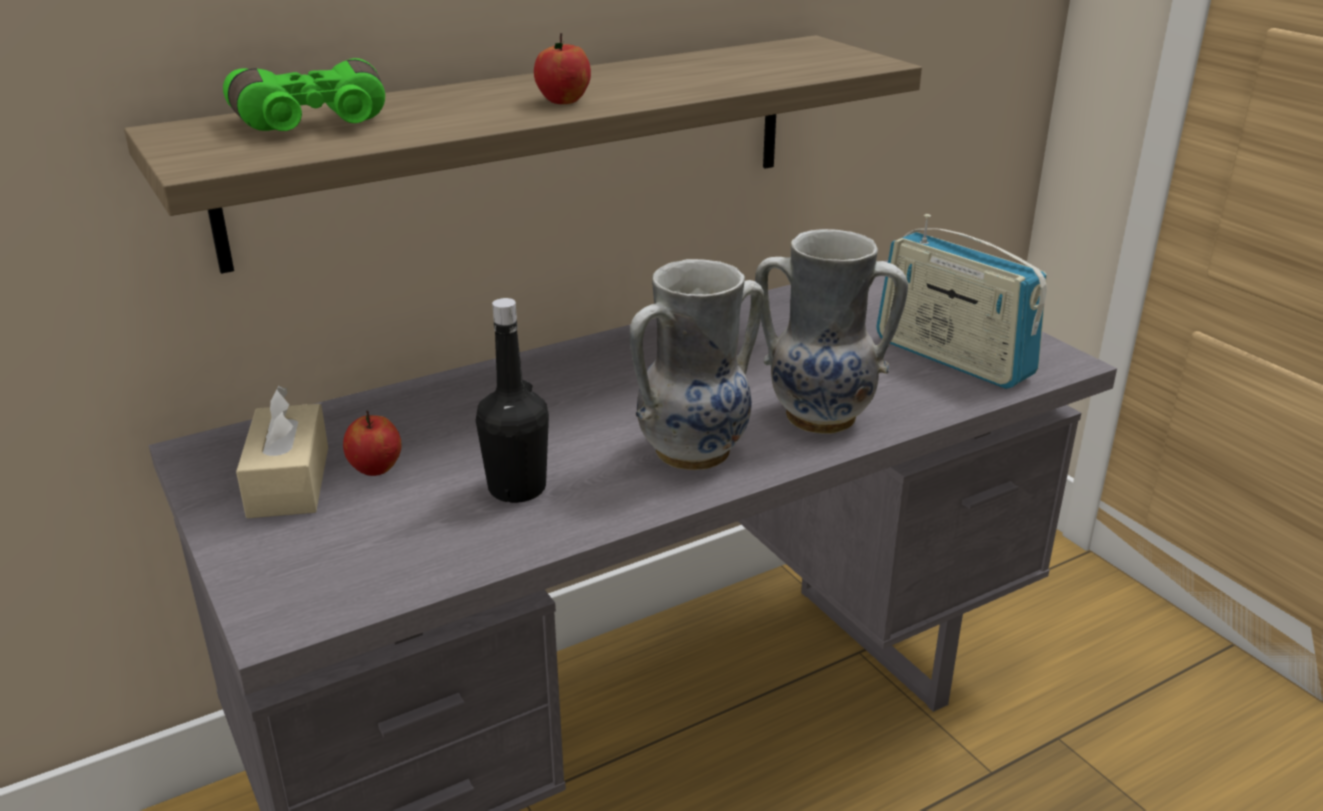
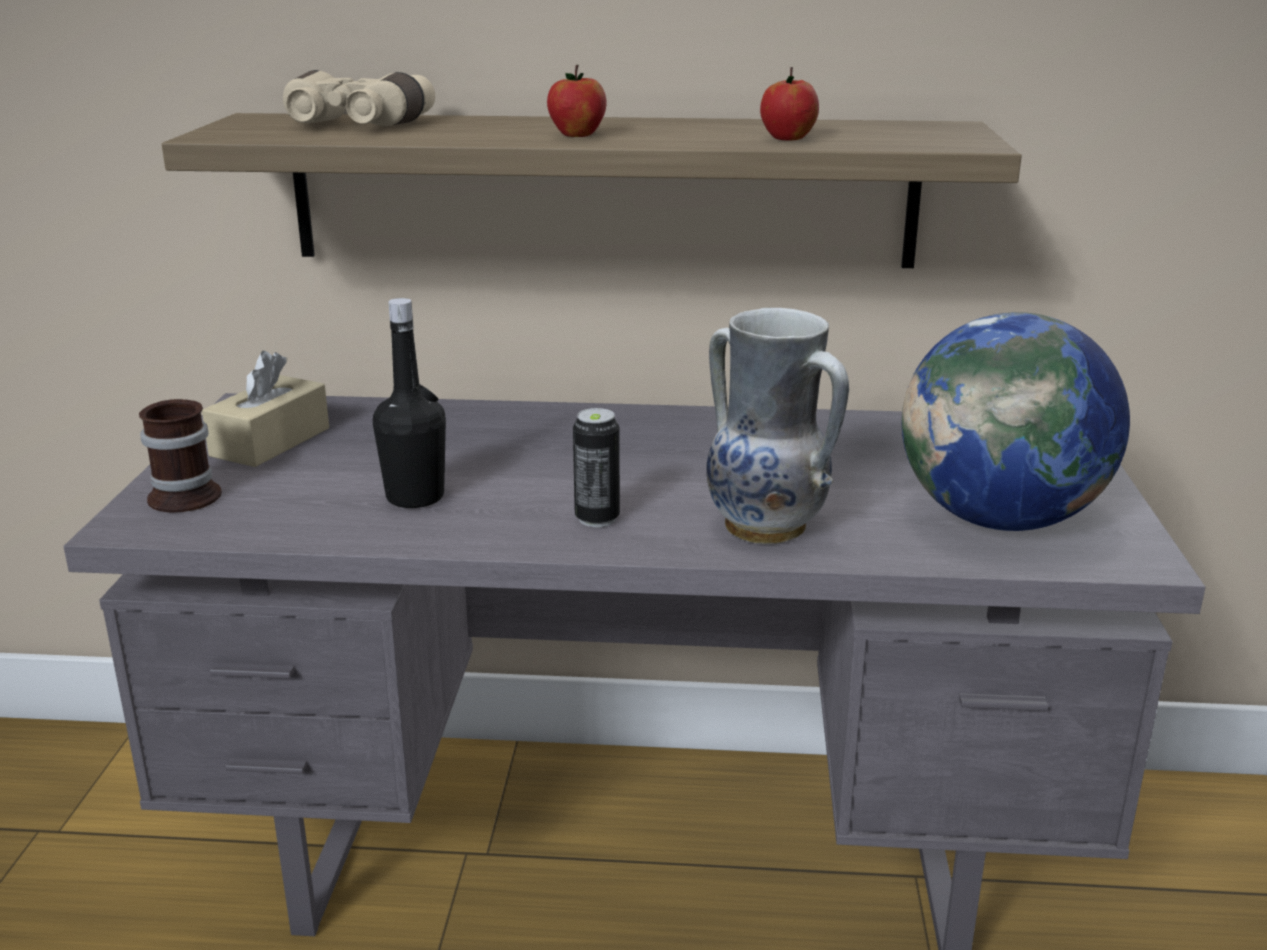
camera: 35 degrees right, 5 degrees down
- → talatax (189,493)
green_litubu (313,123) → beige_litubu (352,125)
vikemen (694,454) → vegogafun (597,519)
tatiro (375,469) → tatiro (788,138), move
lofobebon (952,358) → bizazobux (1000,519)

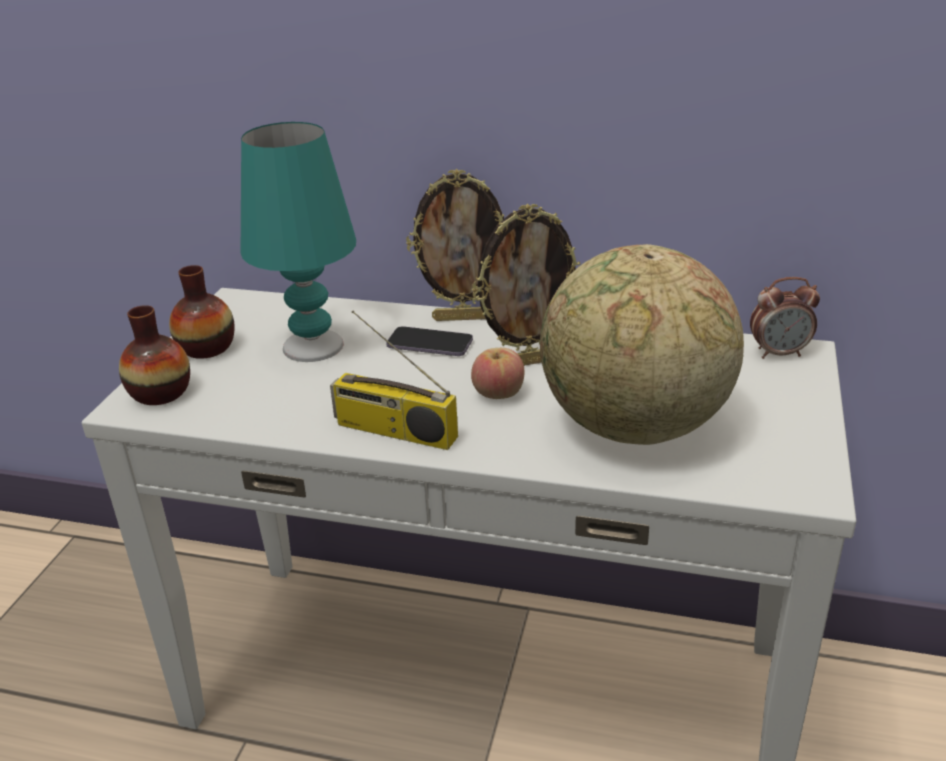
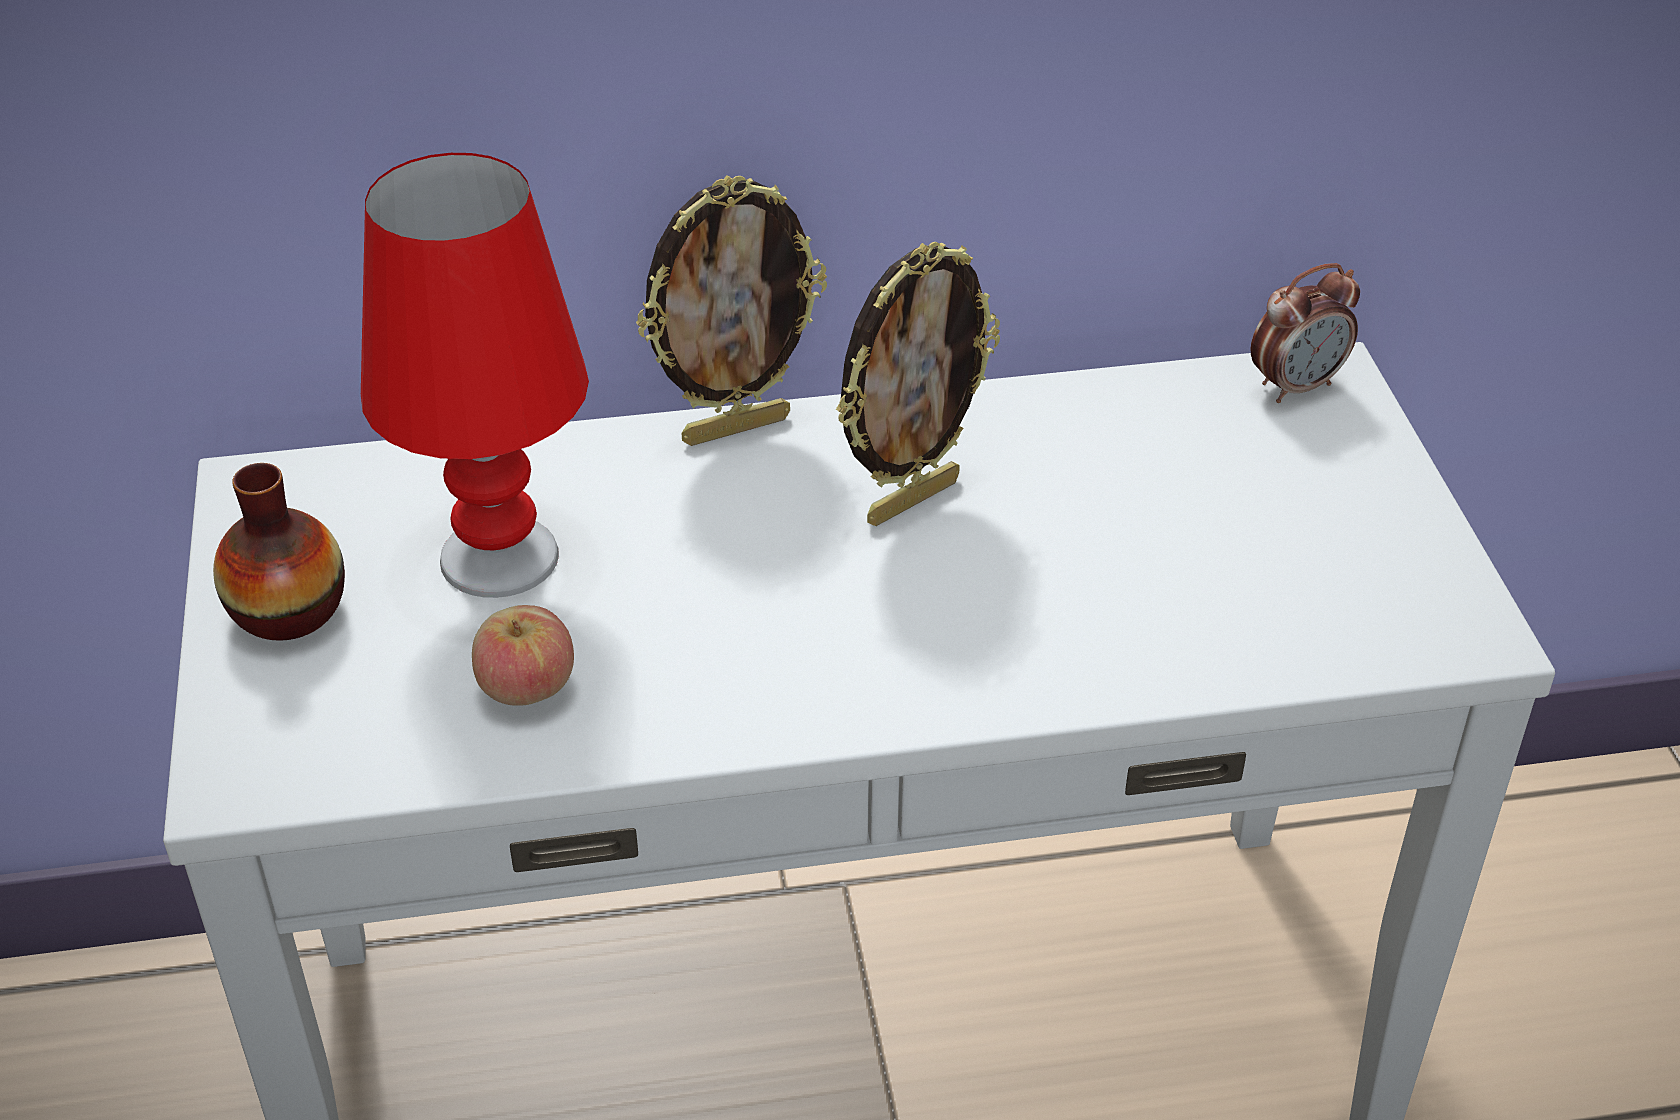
camera: 25 degrees left, 10 degrees up
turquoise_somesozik (312,346) → red_somesozik (498,558)
tatiro (498,393) → tatiro (526,688), move
vikemen (160,393) → -
lofobebon (393,431) → -
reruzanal (430,344) → -
bizazobux (633,427) → -

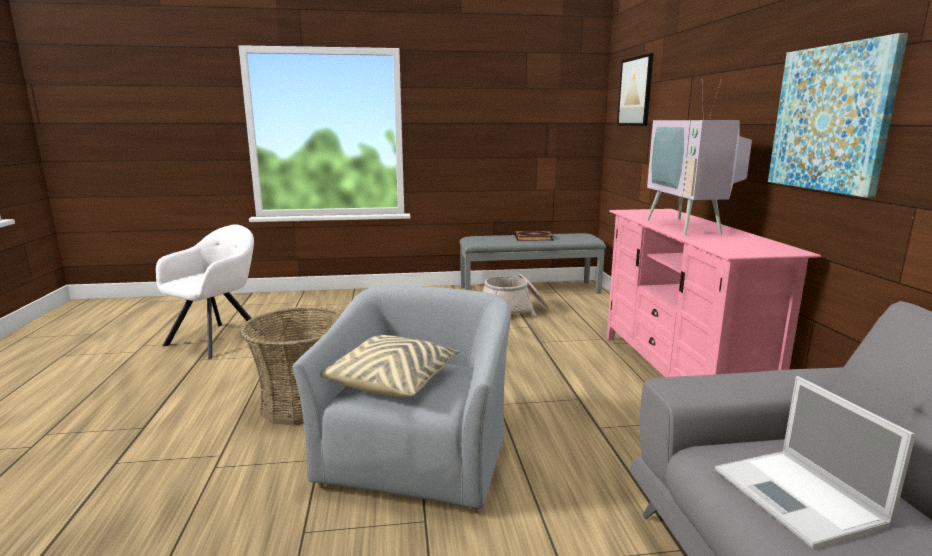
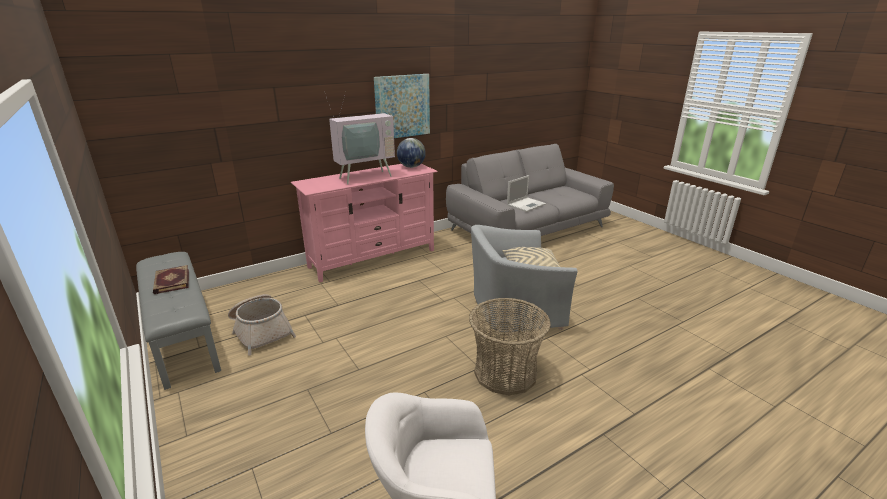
camera: 115 degrees left, 10 degrees up
- → bizazobux (411,167)
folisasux (635,92) → -

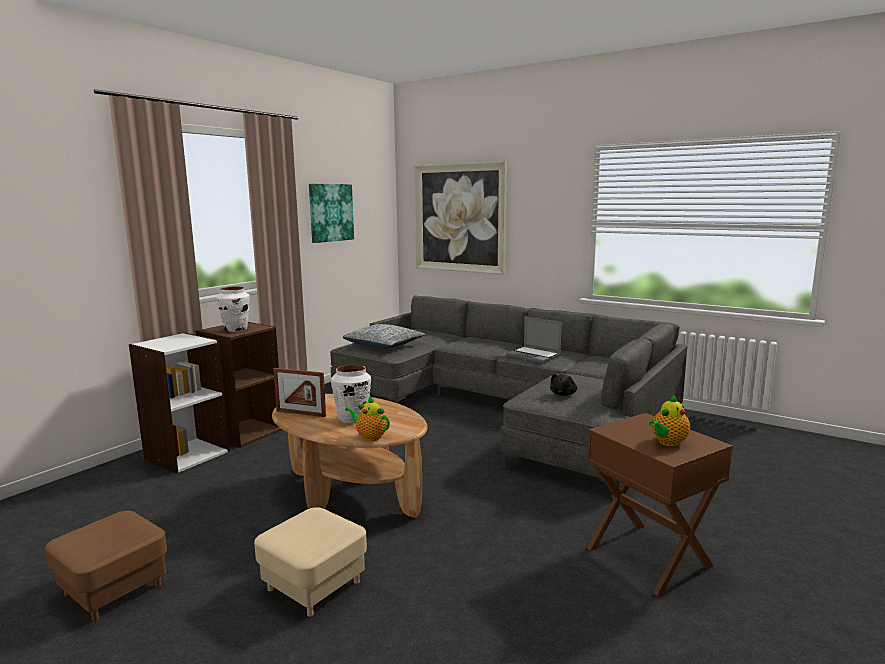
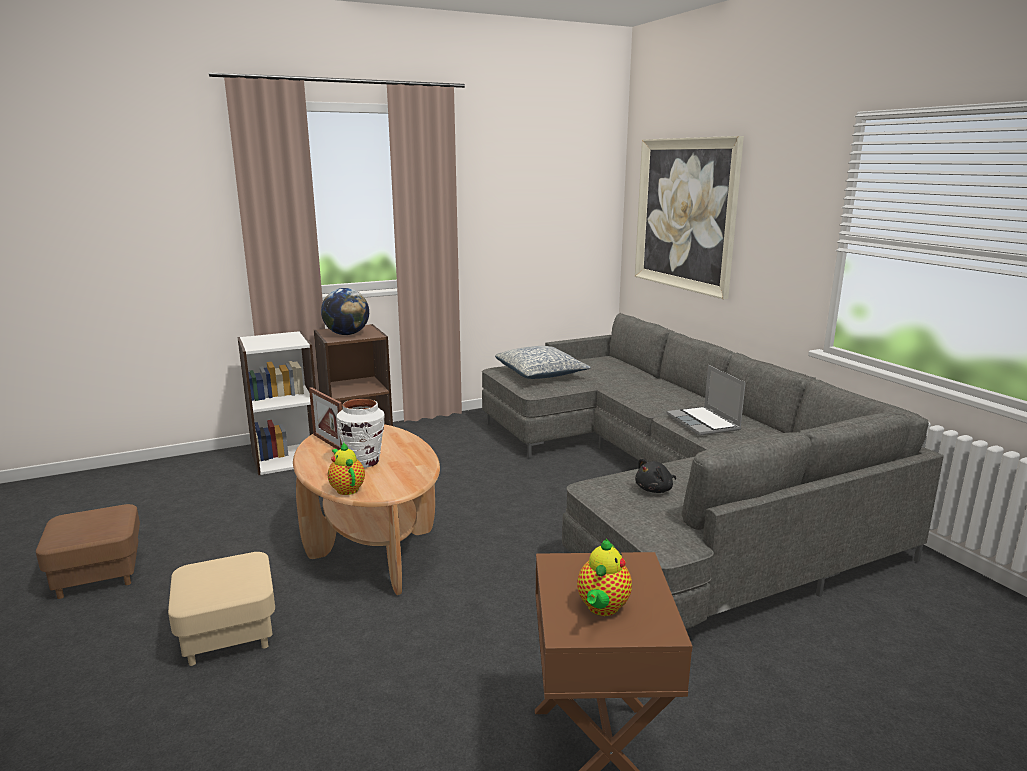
camera: 30 degrees right, 5 degrees up
white_vikemen (236,329) → bizazobux (347,334)
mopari (667,442) → mopari (602,608), 60 degrees counterclockwise
folisasux (330,212) → -

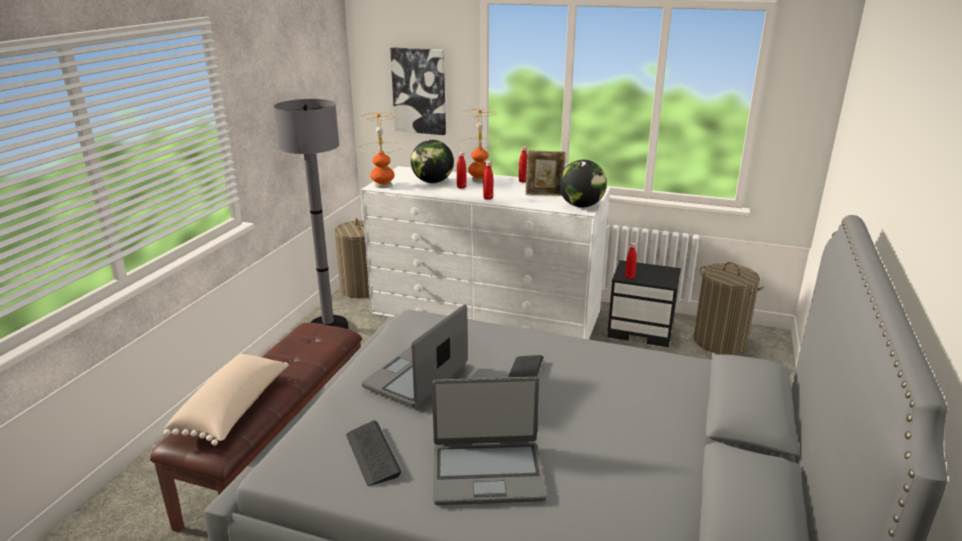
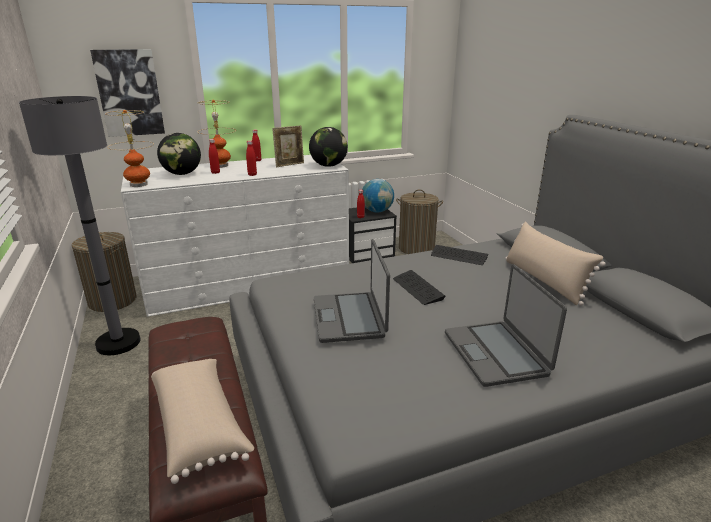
camera: 40 degrees left, 0 degrees up
- → bizazobux (377,211)
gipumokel (372,454) → gipumokel (459,256), move
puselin (487,473) → puselin (496,353), 120 degrees clockwise
- → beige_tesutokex (544,281)

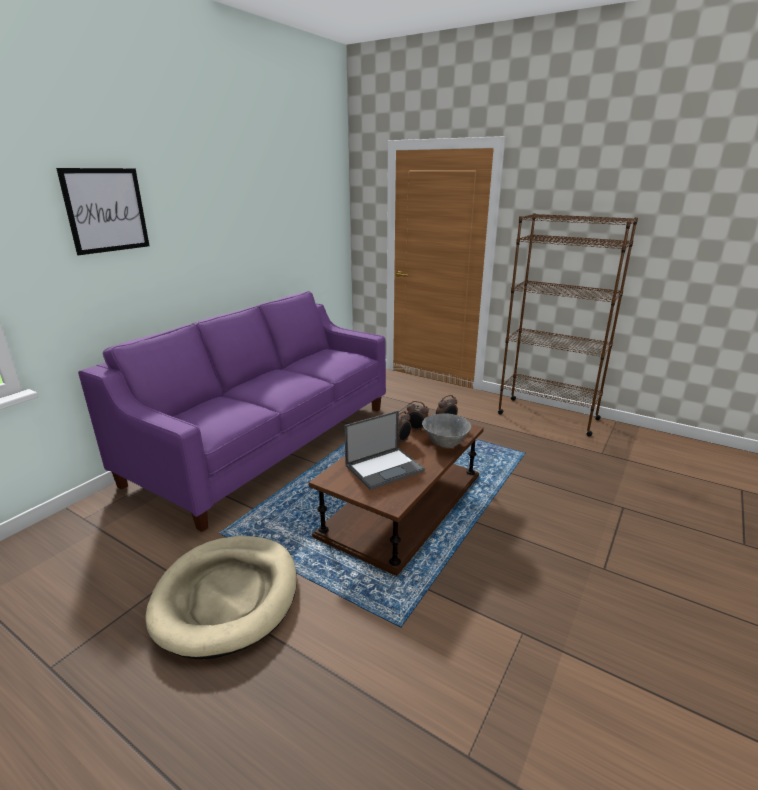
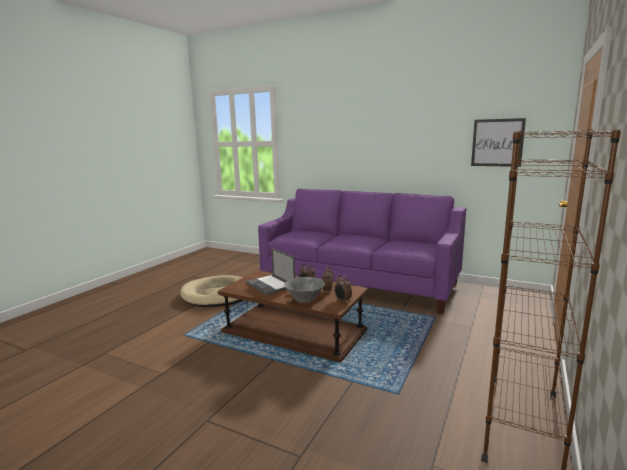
camera: 85 degrees right, 10 degrees down
folisasux (106,210) → folisasux (497,142), move

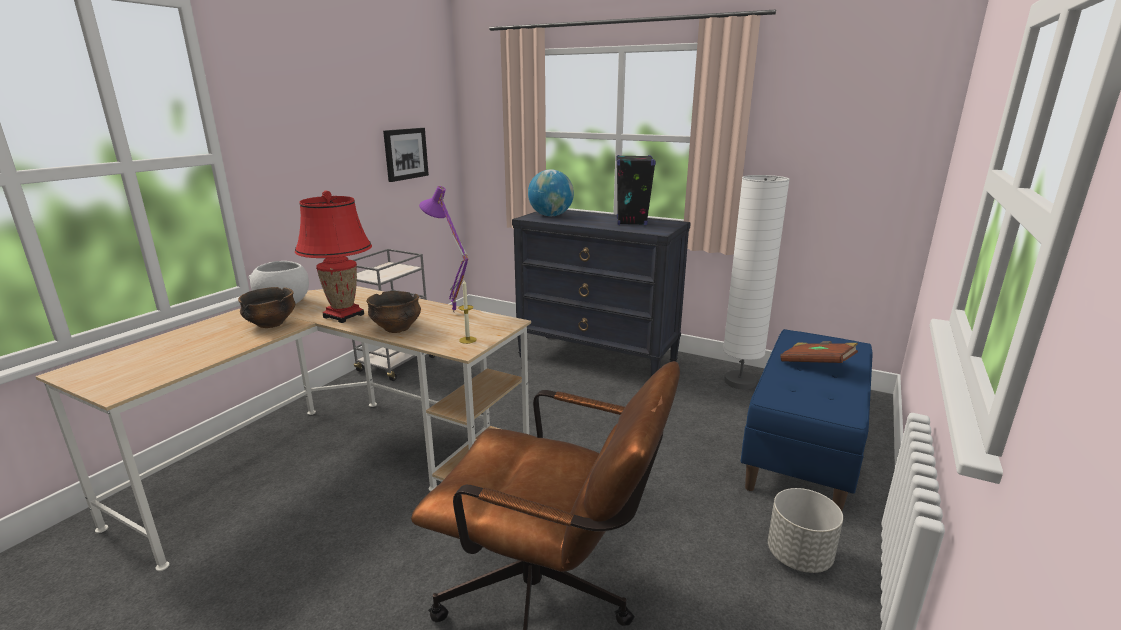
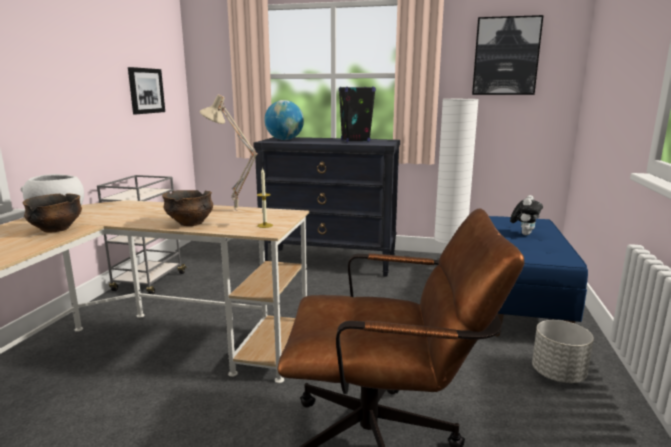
camera: 15 degrees left, 5 degrees down
purple_somesozik (451,313) → beige_somesozik (234,210)
- → folisasux (506,56)
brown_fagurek (816,364) → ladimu (524,233)
red_somesozik (344,316) → -

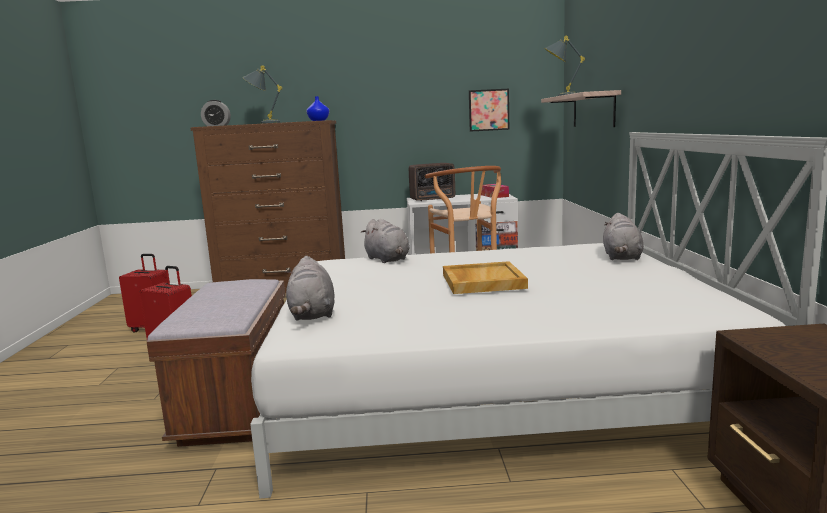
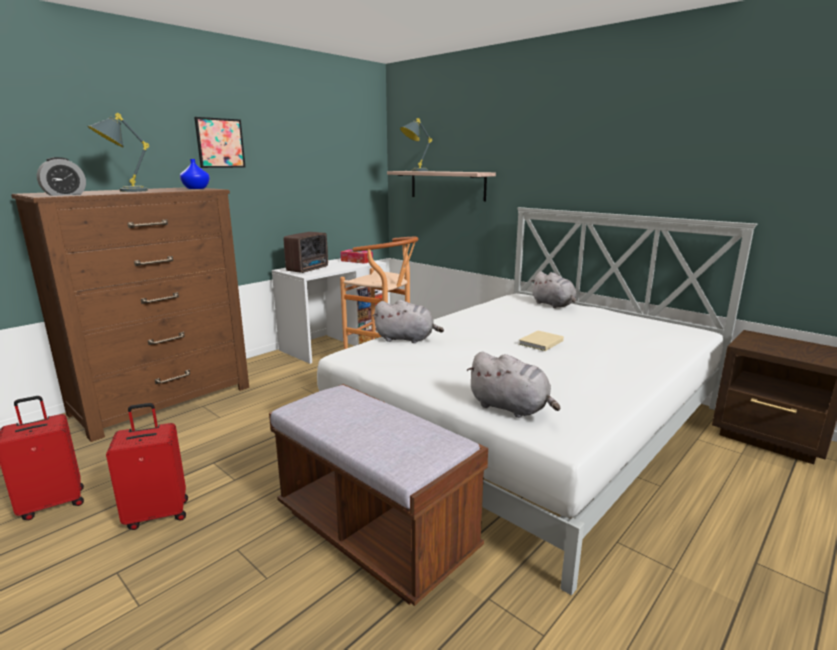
camera: 45 degrees left, 5 degrees up
folisasux (489,110) → folisasux (220,143), move
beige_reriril (482,281) → beige_fagurek (540,342)

